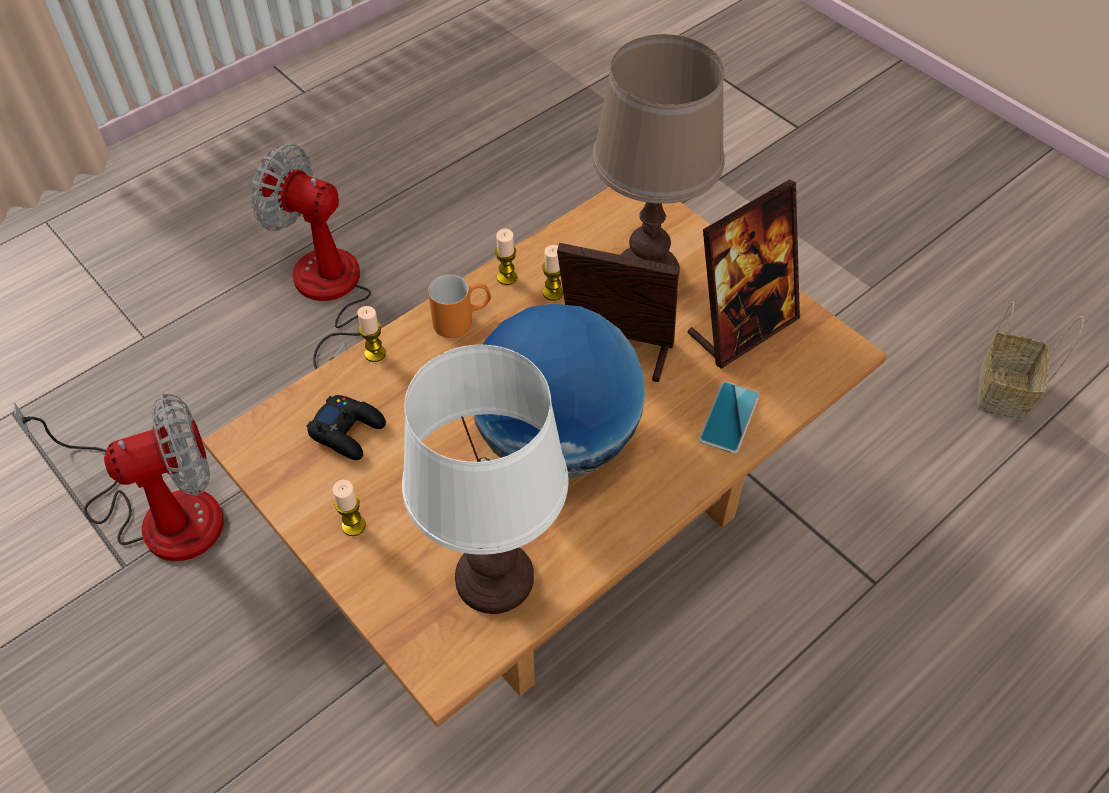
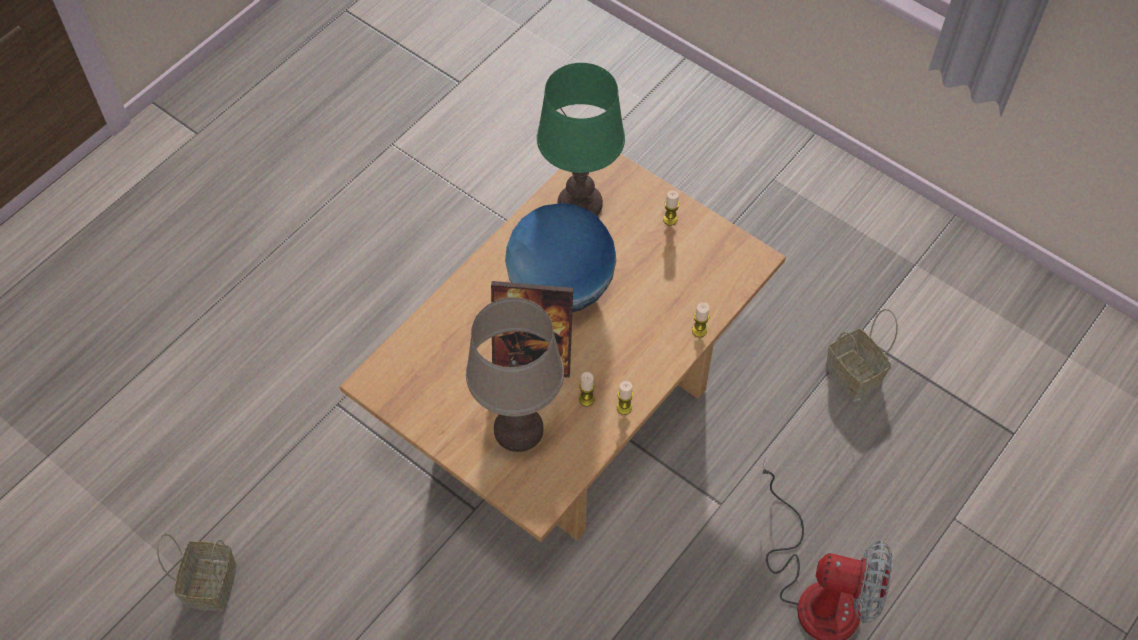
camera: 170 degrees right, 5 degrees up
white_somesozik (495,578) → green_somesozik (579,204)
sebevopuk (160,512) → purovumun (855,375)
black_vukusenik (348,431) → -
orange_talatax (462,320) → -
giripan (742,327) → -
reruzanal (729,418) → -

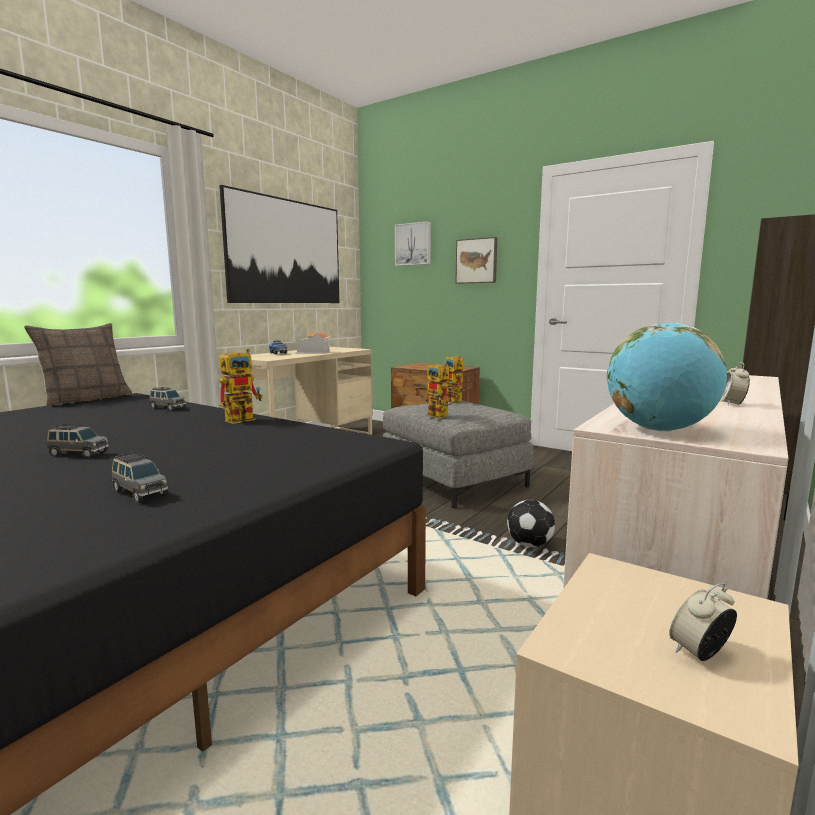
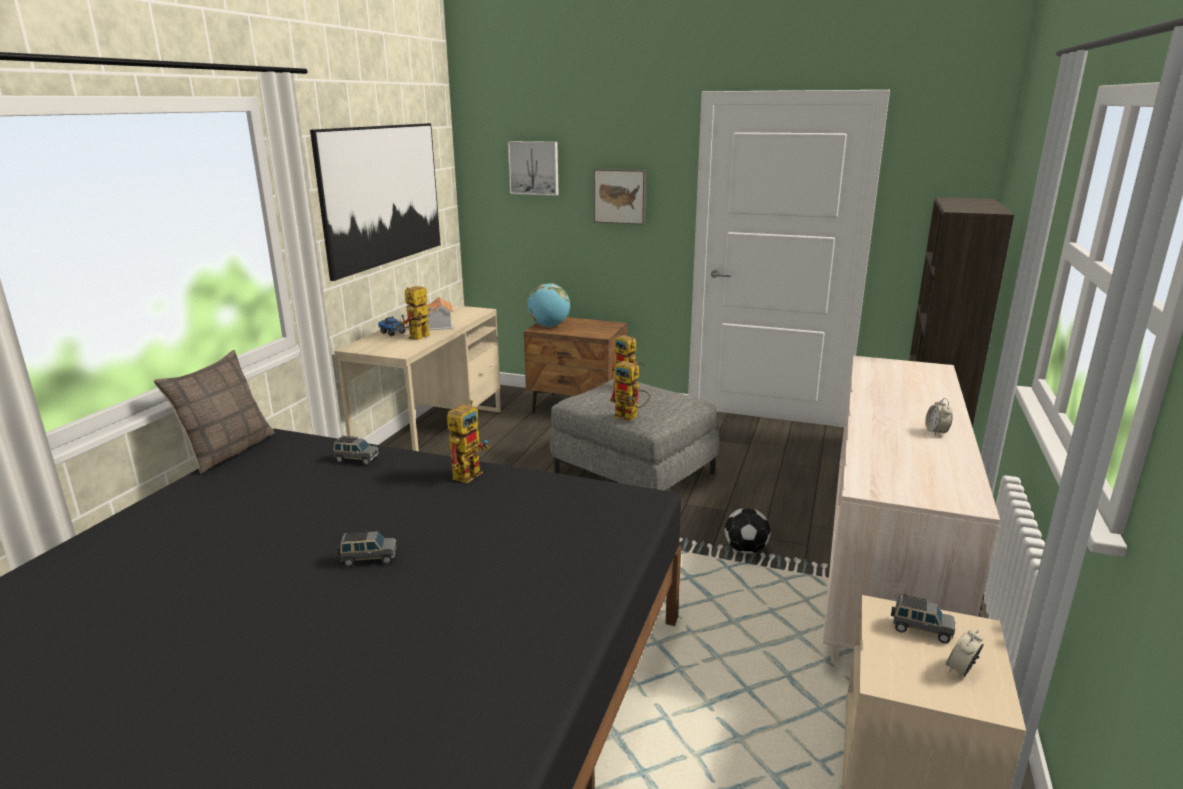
camera: 15 degrees left, 10 degrees up
- → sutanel (417,338)
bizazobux (659,430) → bizazobux (549,326), move
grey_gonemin (139,493) → grey_gonemin (920,630), move

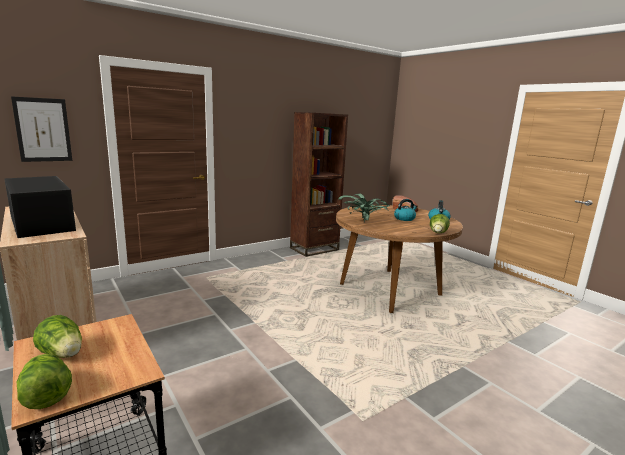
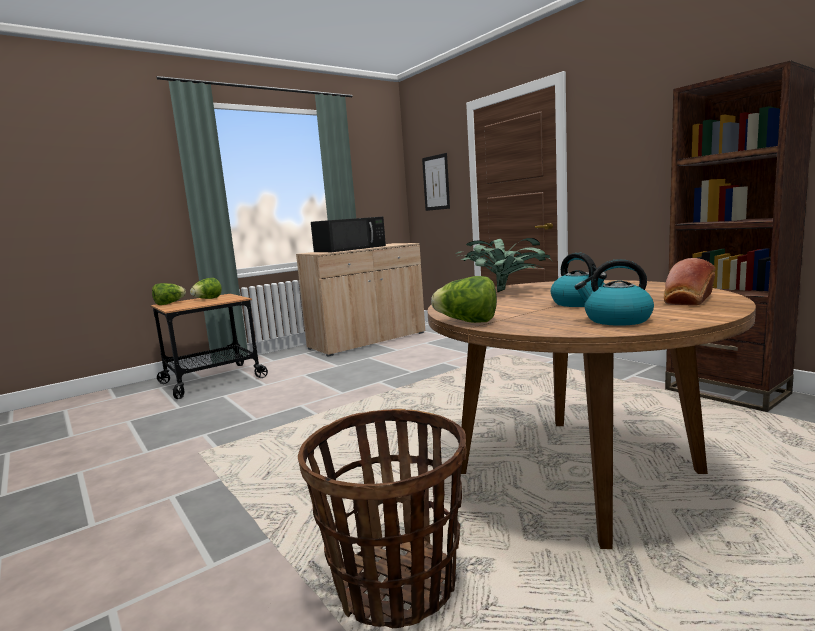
camera: 90 degrees right, 5 degrees down
- → purovumun (396,585)

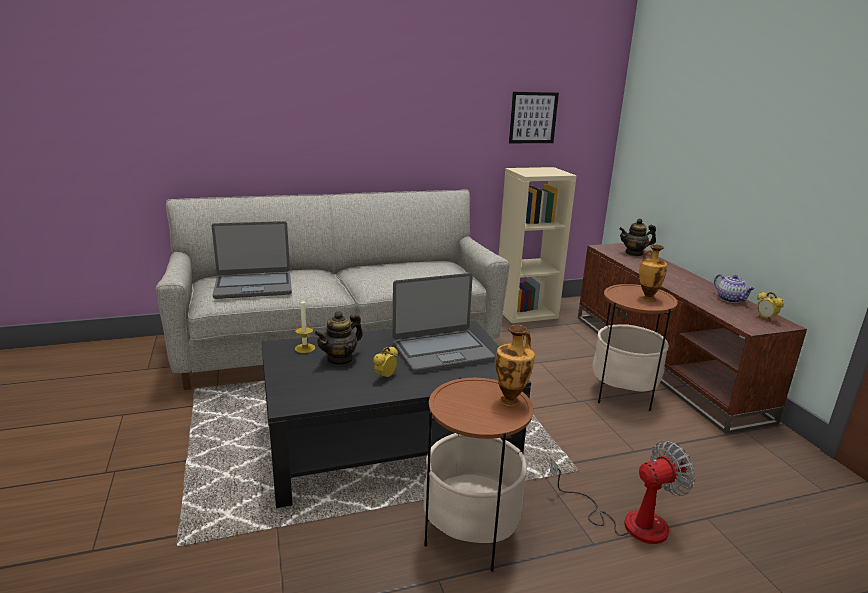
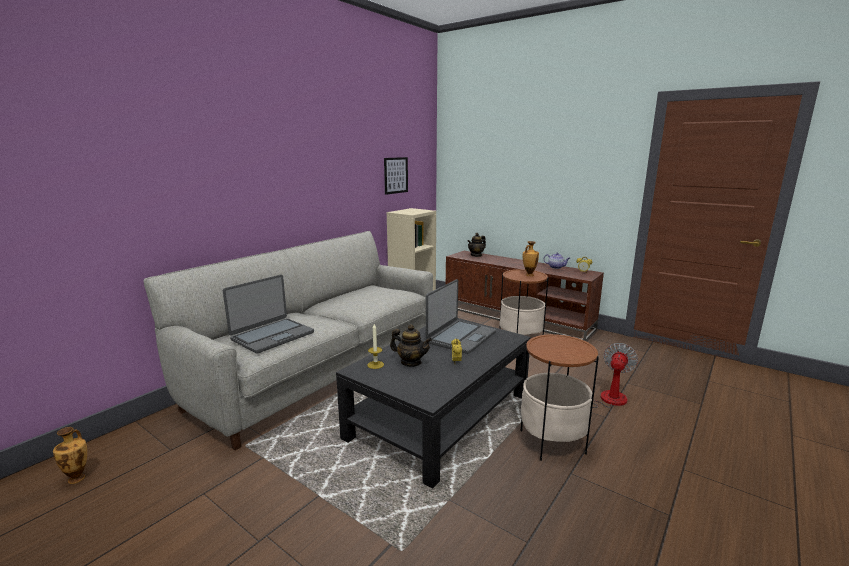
camera: 35 degrees left, 5 degrees down
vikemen (511,401) → vikemen (78,478), move
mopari (340,359) → mopari (411,362), 75 degrees counterclockwise

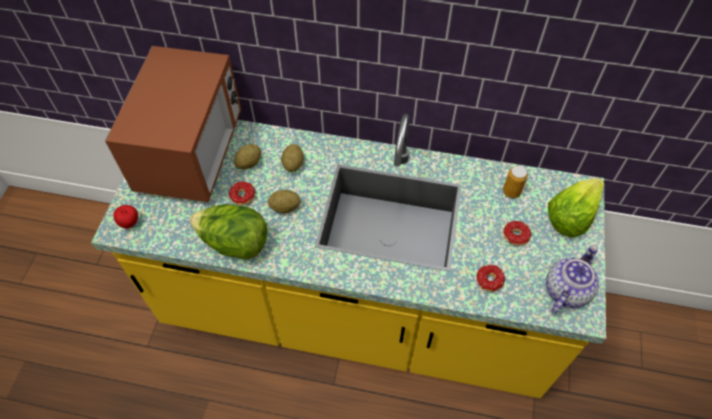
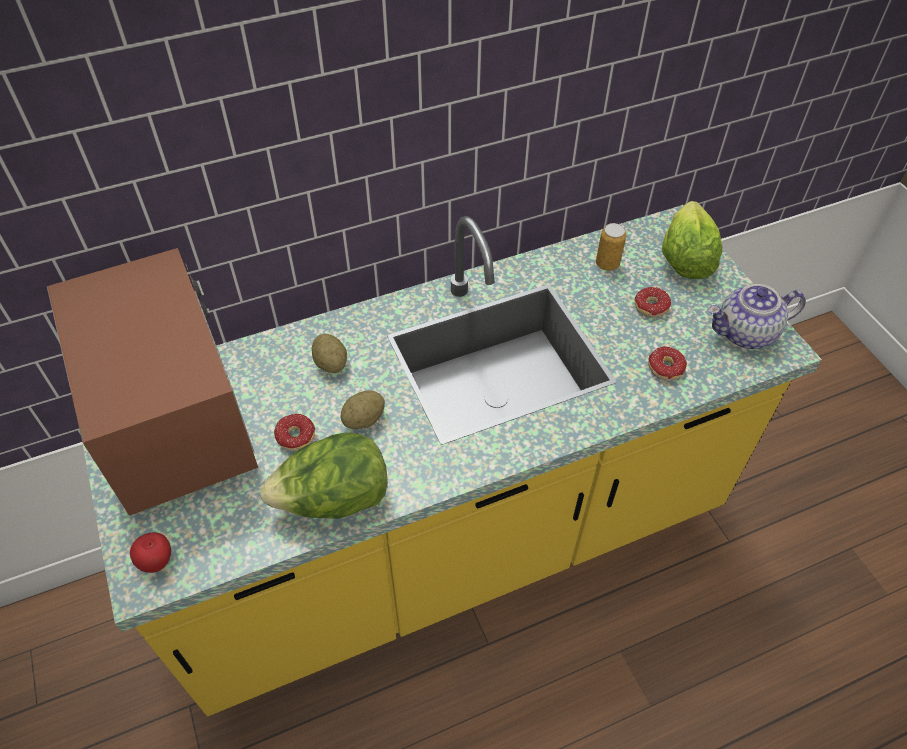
camera: 35 degrees left, 5 degrees down
mopari (566,290) → mopari (745,333), 105 degrees counterclockwise
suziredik (249,163) → -

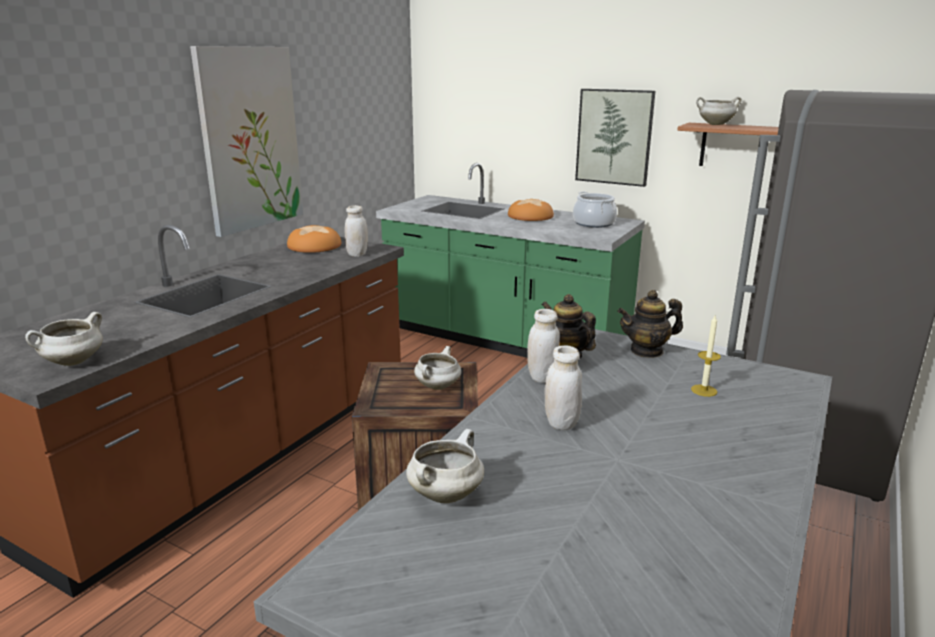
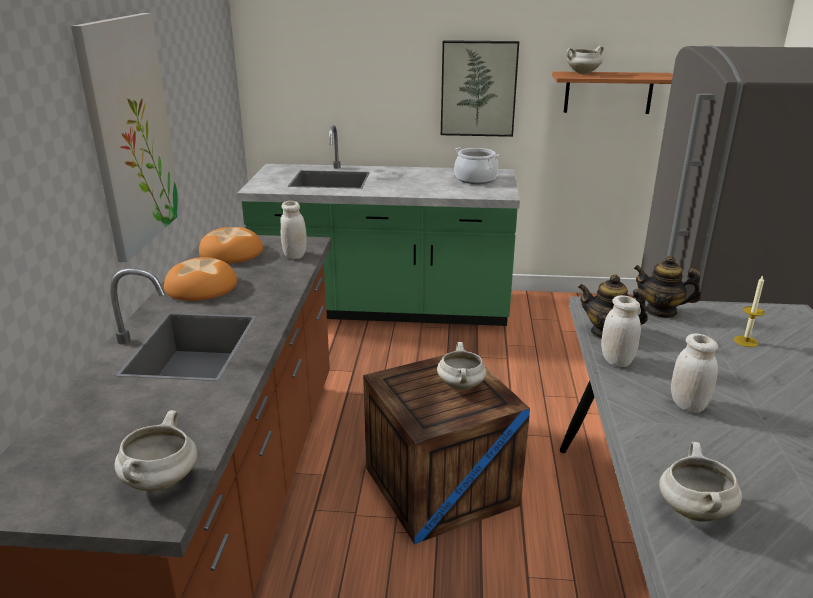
camera: 25 degrees left, 5 degrees up
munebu (530,216) → munebu (200,287), move
mopari (647,351) → mopari (661,311), 60 degrees clockwise

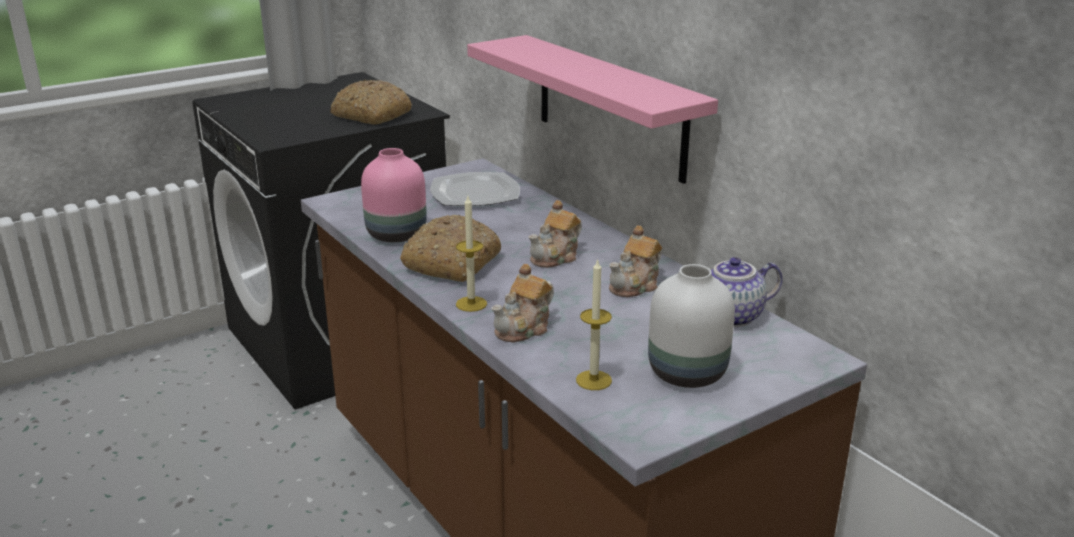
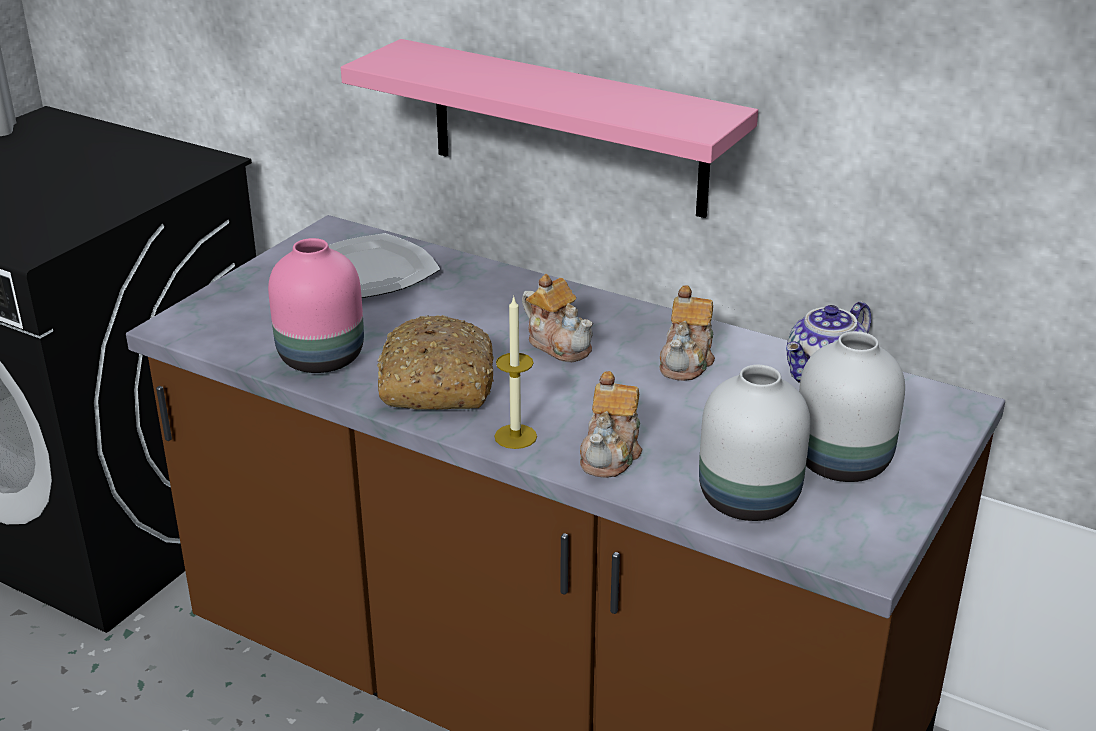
camera: 25 degrees left, 5 degrees up
mopari (556,257) → mopari (559,344), 60 degrees counterclockwise
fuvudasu (593,380) → white_vikemen (751,500)
munebu (370,115) → -

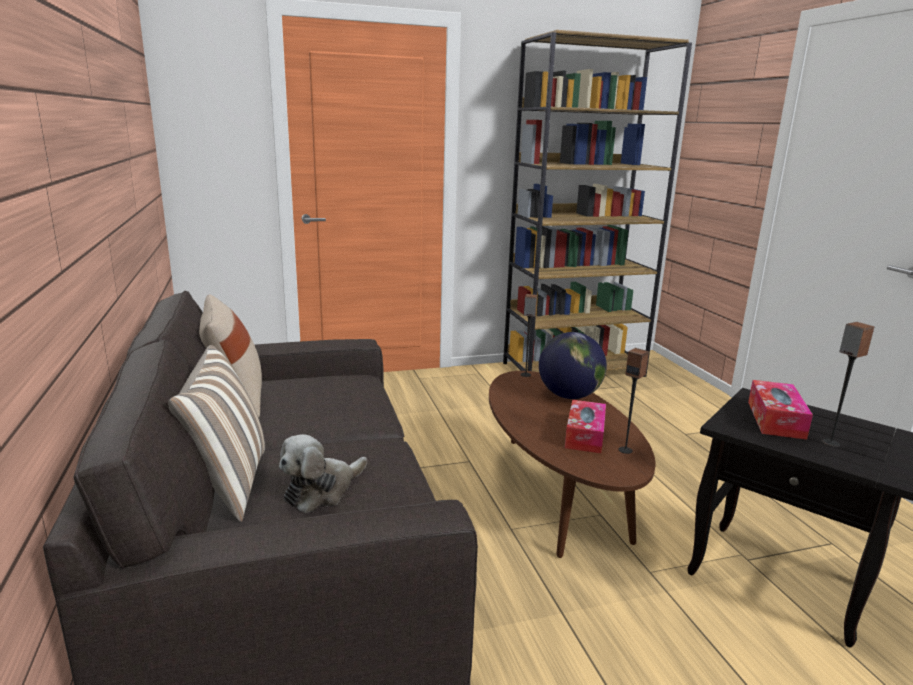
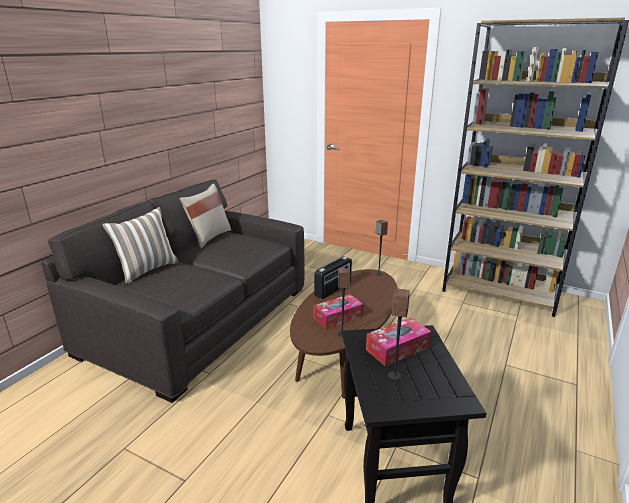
camera: 45 degrees right, 5 degrees up
- → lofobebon (333,289)
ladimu (322,491) → -
bizazobux (569,396) → -

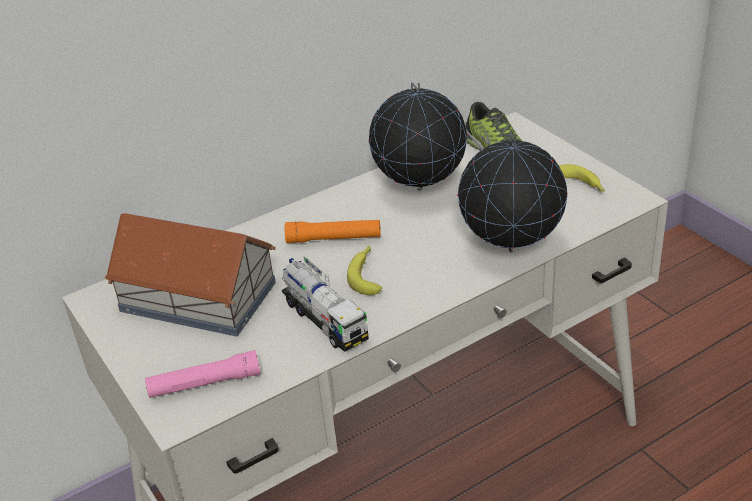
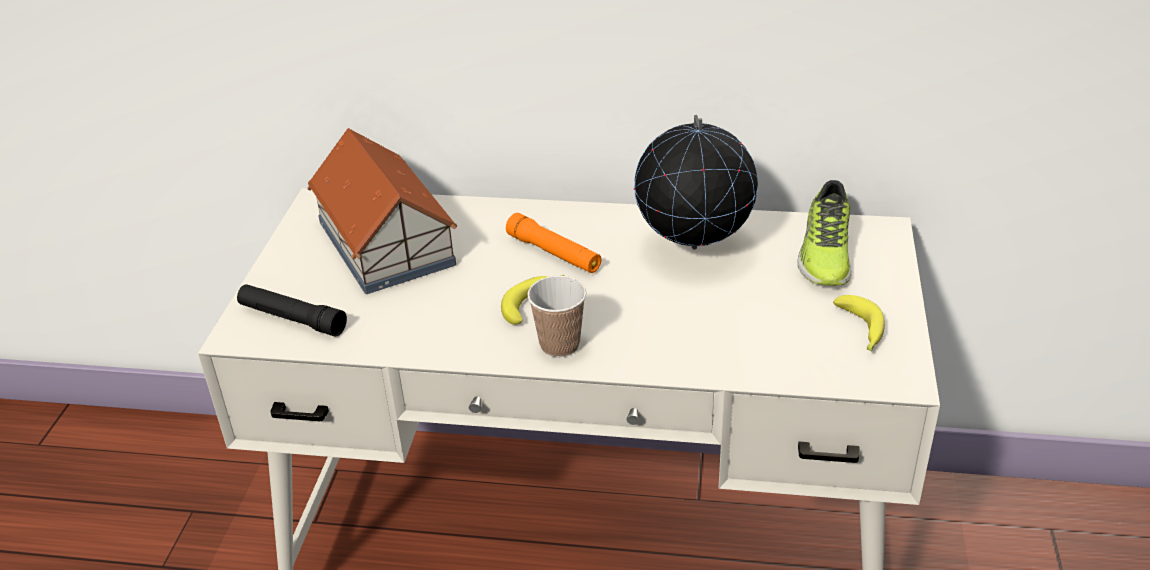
camera: 40 degrees right, 0 degrees up
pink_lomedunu (204,384) → black_lomedunu (292,319)
- → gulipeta (559,345)
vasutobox (324,320) → -
bizazobux (511,249) → -

